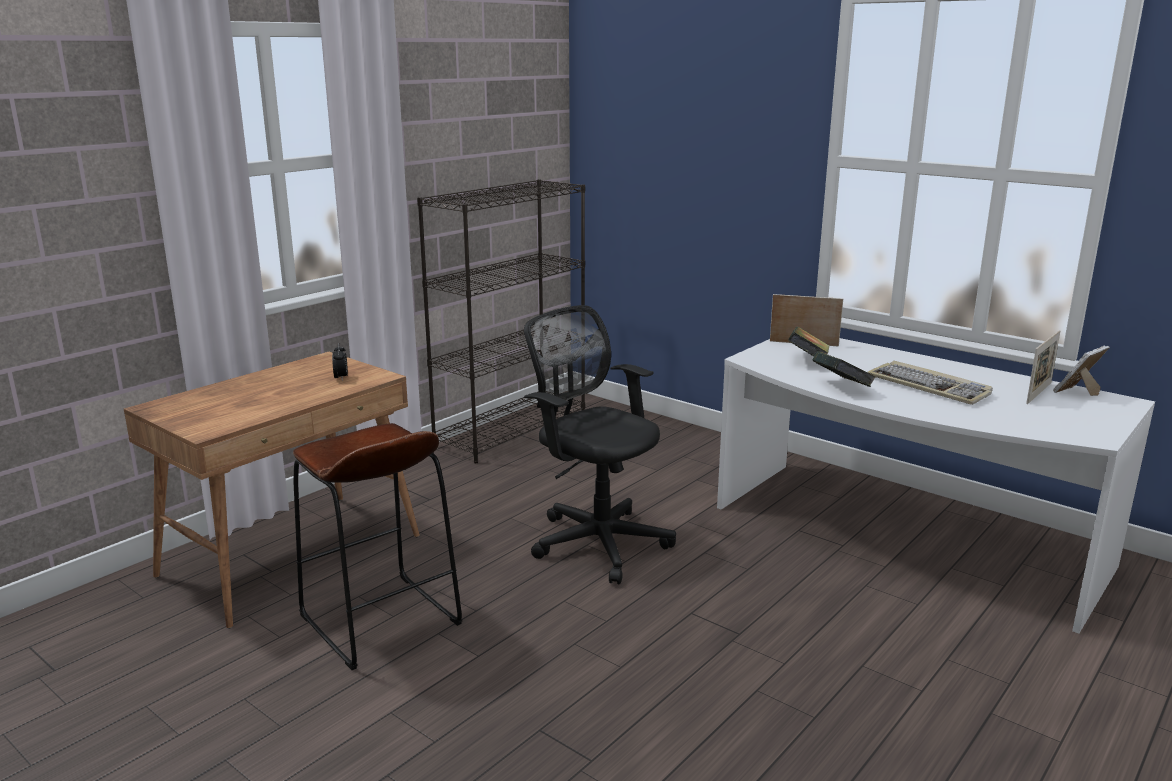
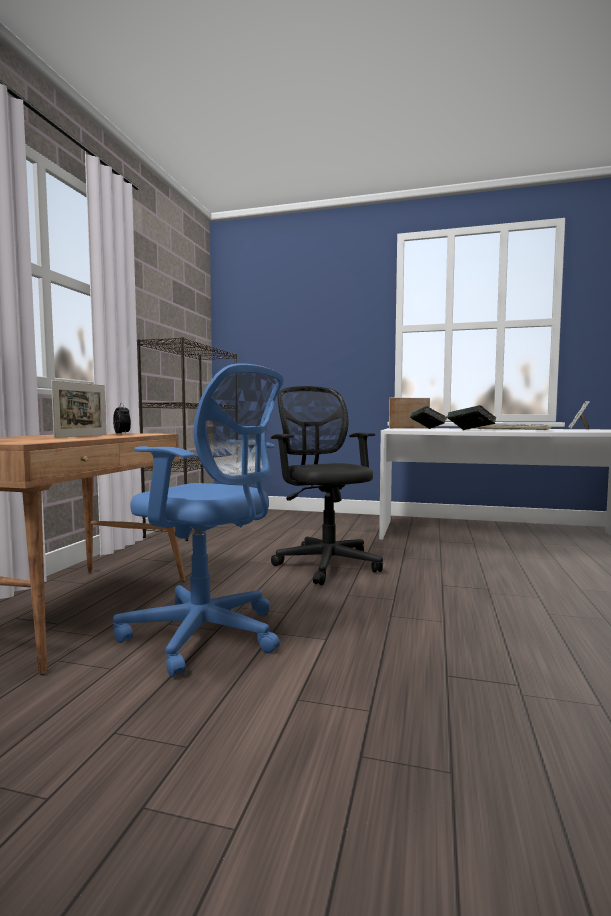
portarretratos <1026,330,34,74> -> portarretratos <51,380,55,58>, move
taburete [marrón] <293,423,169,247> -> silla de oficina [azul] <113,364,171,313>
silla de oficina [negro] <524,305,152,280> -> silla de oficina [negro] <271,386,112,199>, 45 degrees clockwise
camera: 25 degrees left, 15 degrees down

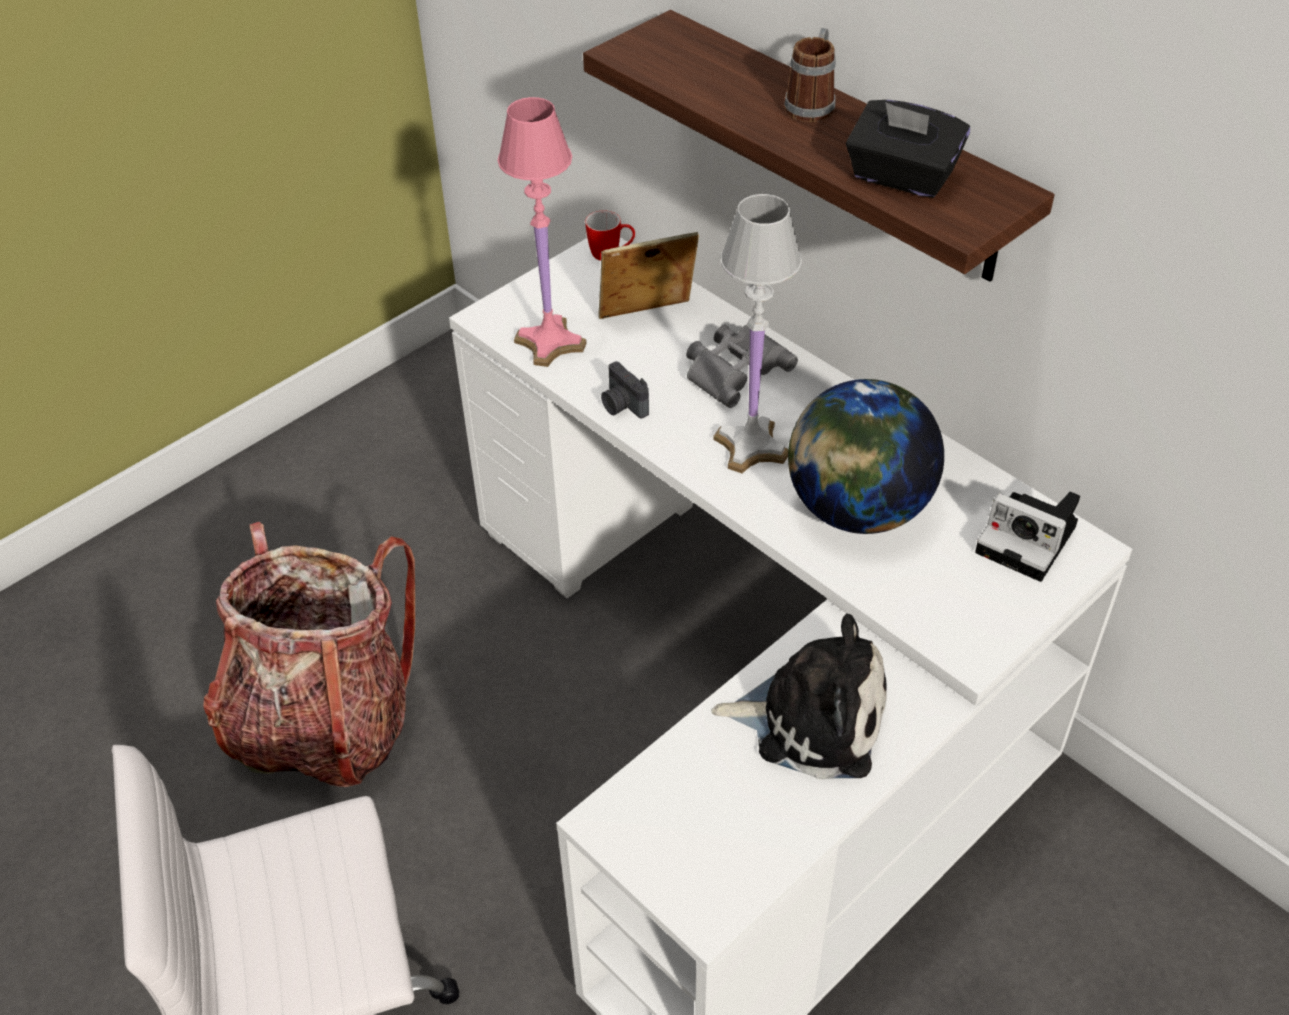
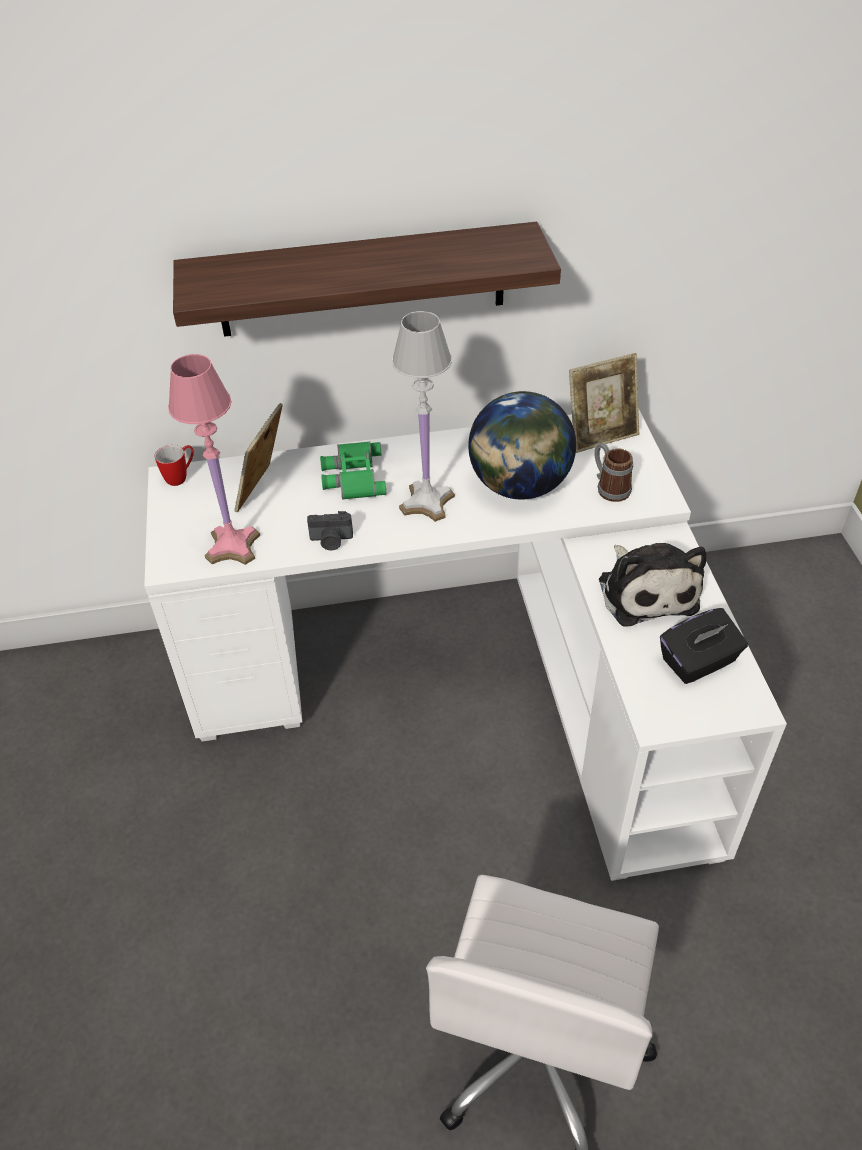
mochila <203,522,212,265> -> none
taza grande <784,28,52,94> -> taza grande <594,443,39,59>, move
caja de pañuelos [negro] <846,100,124,98> -> caja de pañuelos [negro] <660,608,88,76>, move
cámara <975,492,105,90> -> portarretratos <569,353,70,100>
prismáticos [gris] <686,325,112,83> -> prismáticos [verde] <320,441,66,59>
peluche <711,613,176,166> -> peluche <599,543,107,84>, 120 degrees clockwise
camera: 55 degrees left, 0 degrees up

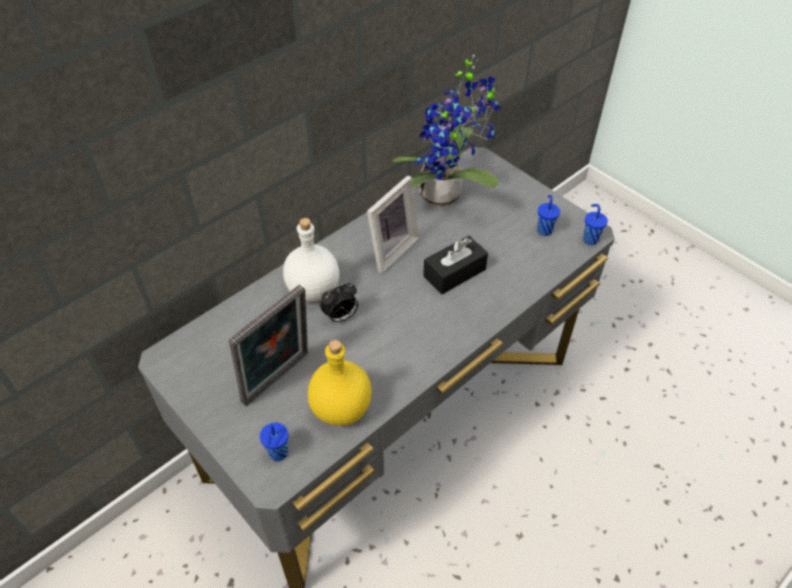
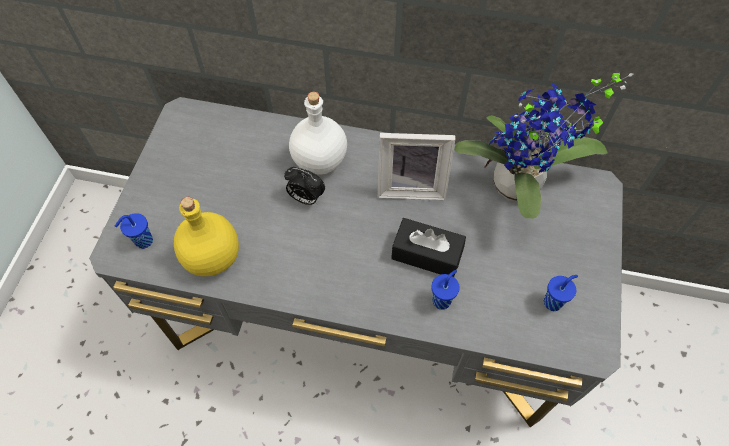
portarretratos <229,285,79,121> -> none
taza [azul] <583,204,25,41> -> taza [azul] <431,270,29,40>, move
camera: 55 degrees right, 10 degrees up

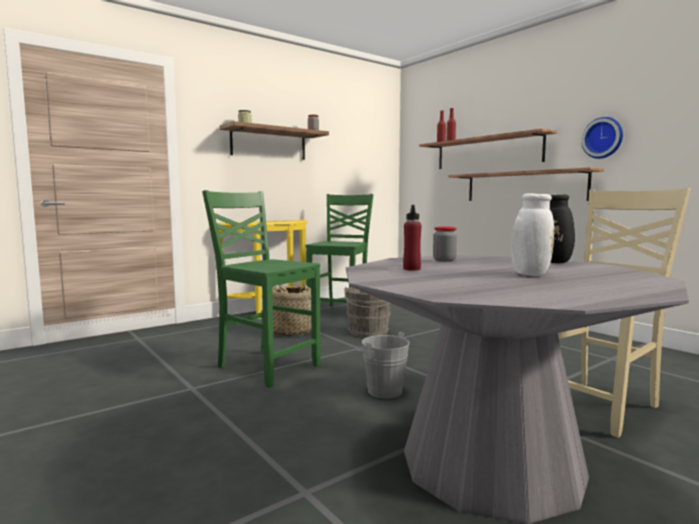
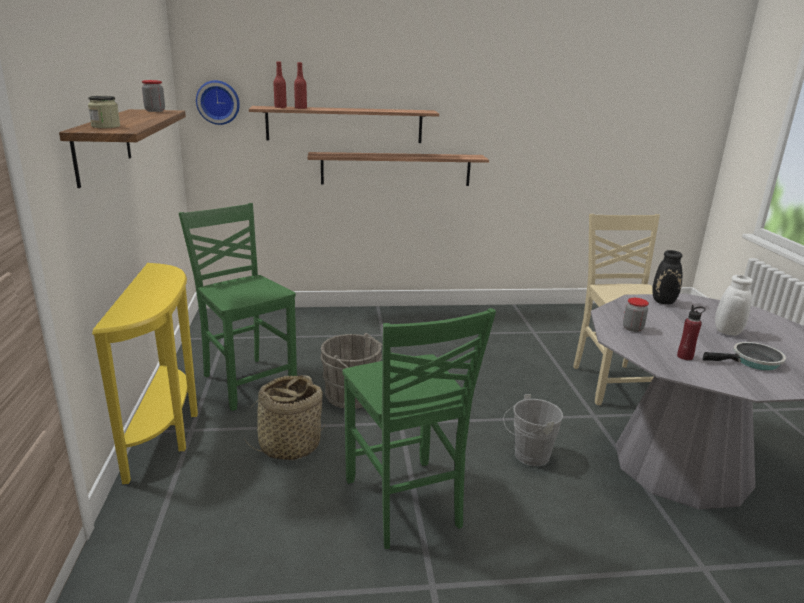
none -> sartén <702,342,84,28>
reloj de pared <581,117,42,42> -> reloj de pared <196,80,44,45>, move
silla [verde] <202,190,119,198> -> silla [verde] <342,308,154,241>, 90 degrees counterclockwise
camera: 60 degrees left, 15 degrees up

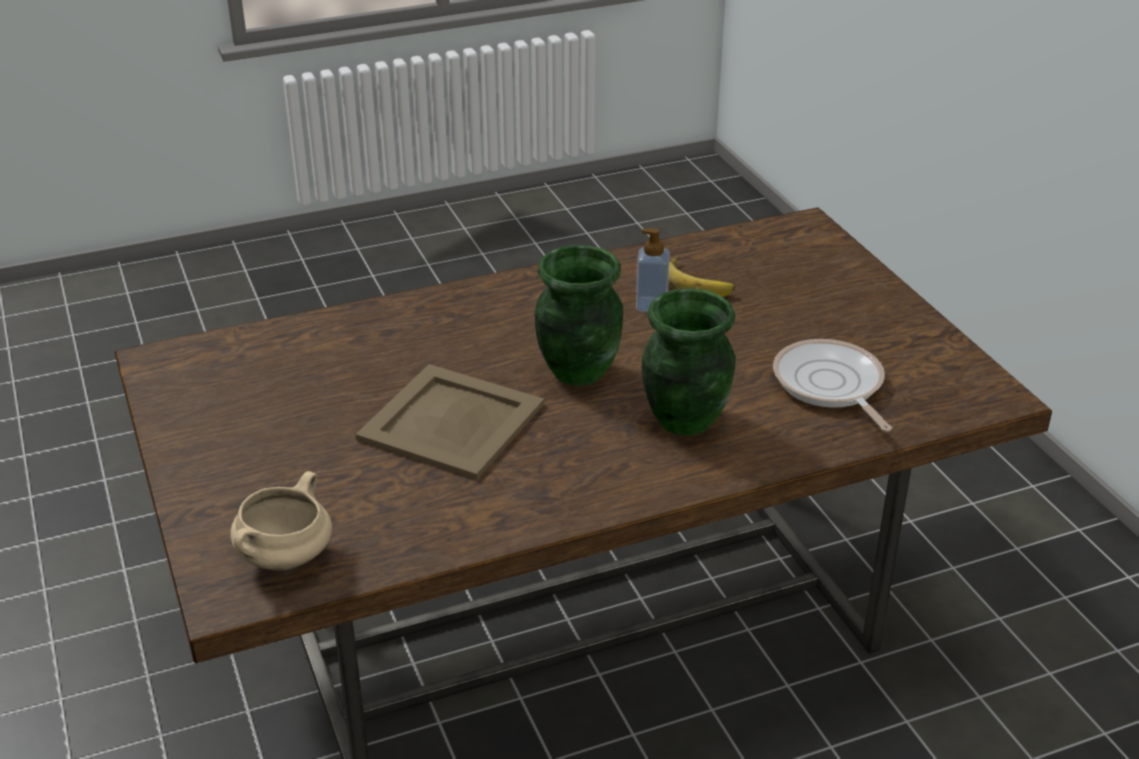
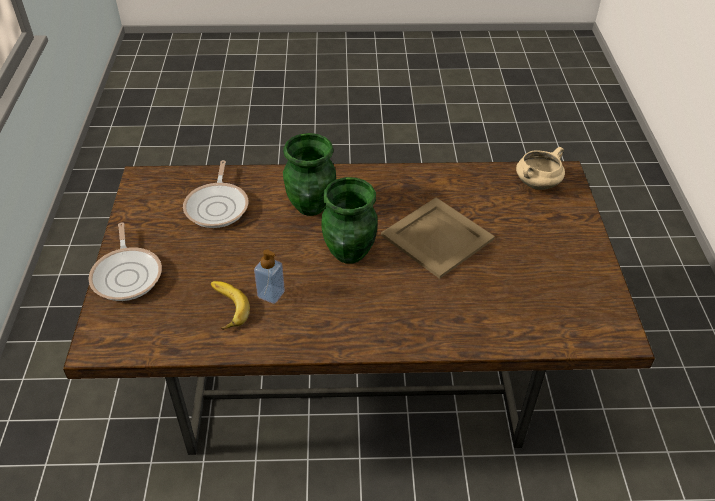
none -> sartén <88,223,74,78>
camera: 160 degrees left, 10 degrees up

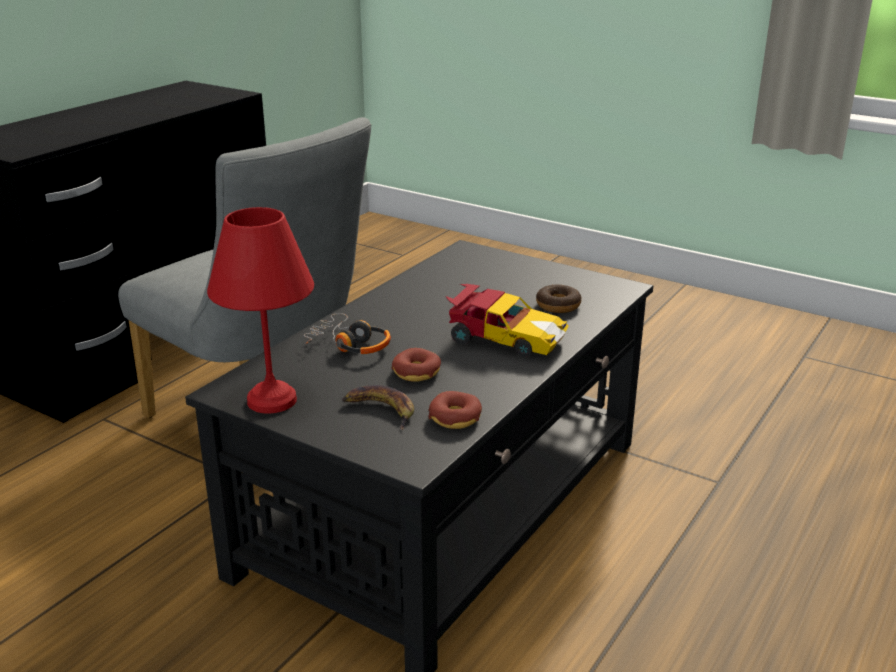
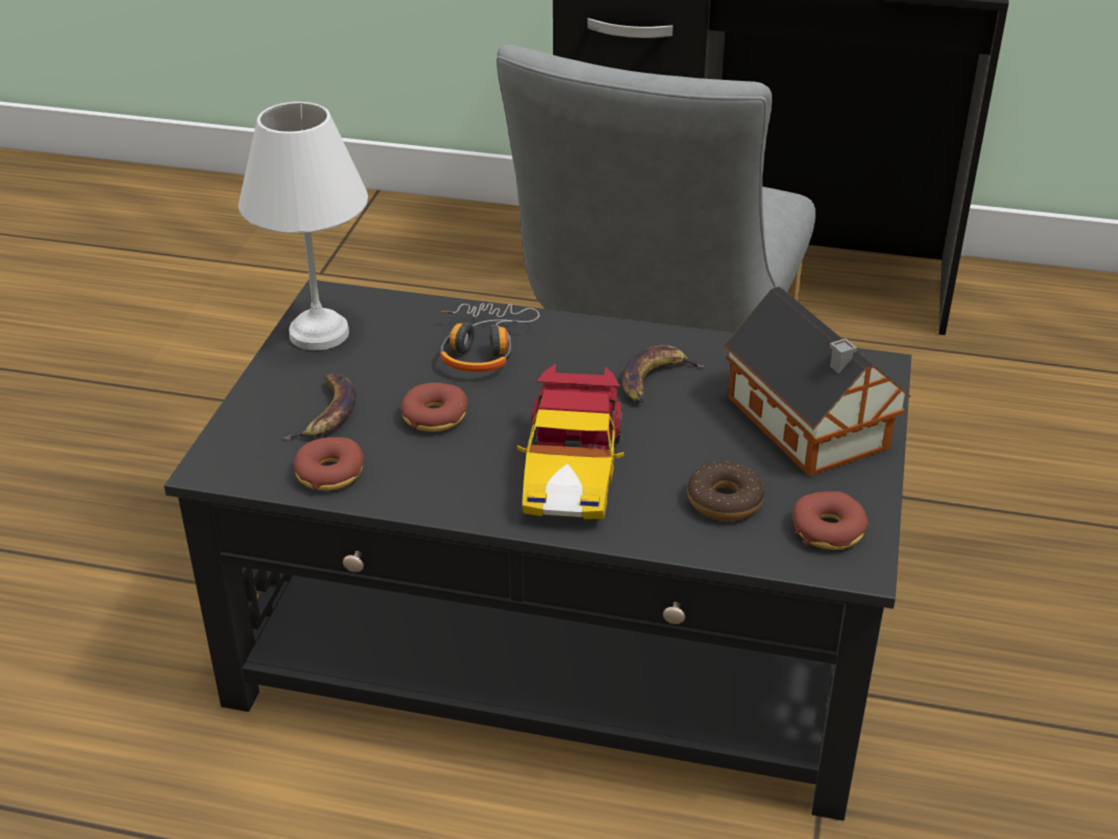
none -> plátano <623,345,82,58>
none -> casita <724,286,187,190>
none -> rosquilla <792,491,77,59>
lámpara de mesa [rojo] <207,207,107,207> -> lámpara de mesa [blanco] <238,102,130,248>
camera: 70 degrees right, 10 degrees up

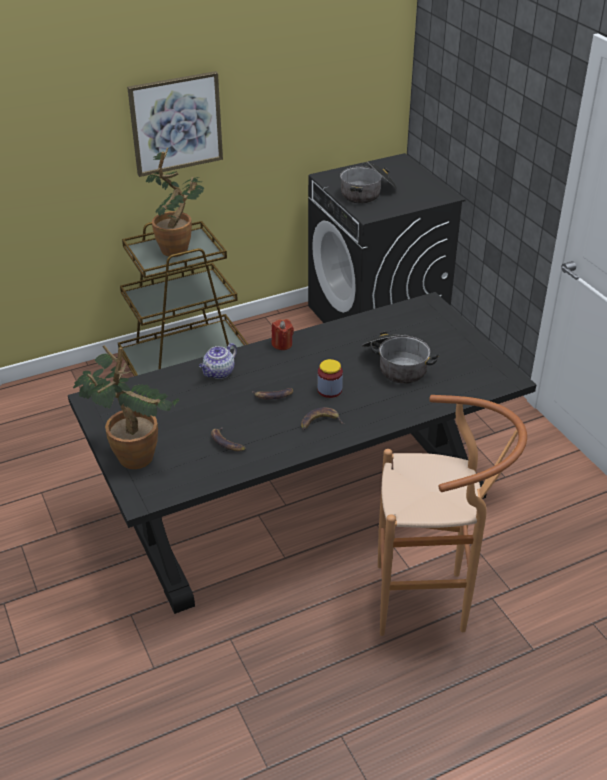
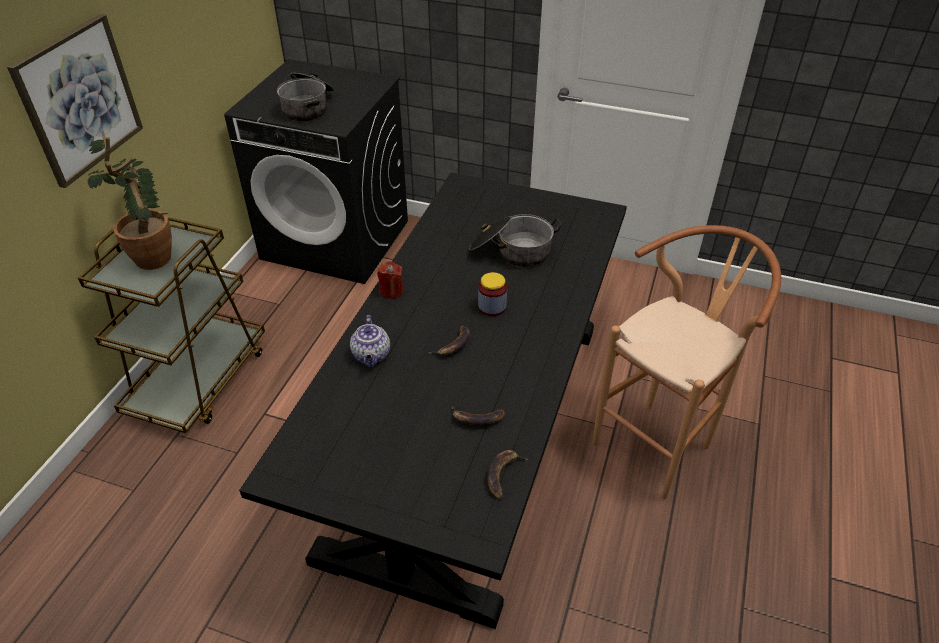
planta en maceta <73,345,106,124> -> none
plátano <301,407,43,23> -> plátano <487,450,42,49>, move
camera: 45 degrees left, 5 degrees up

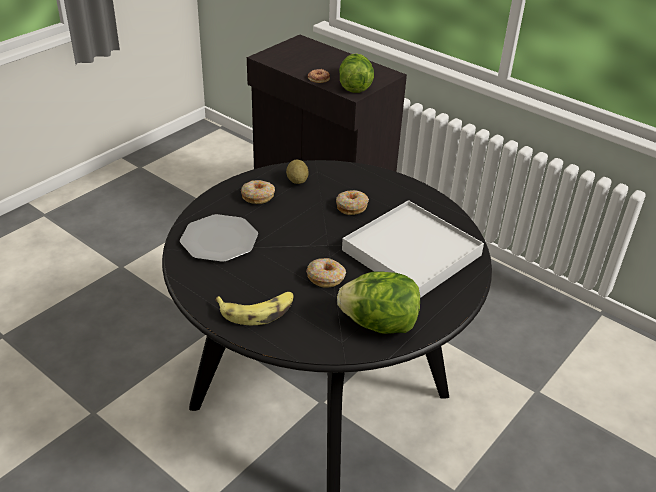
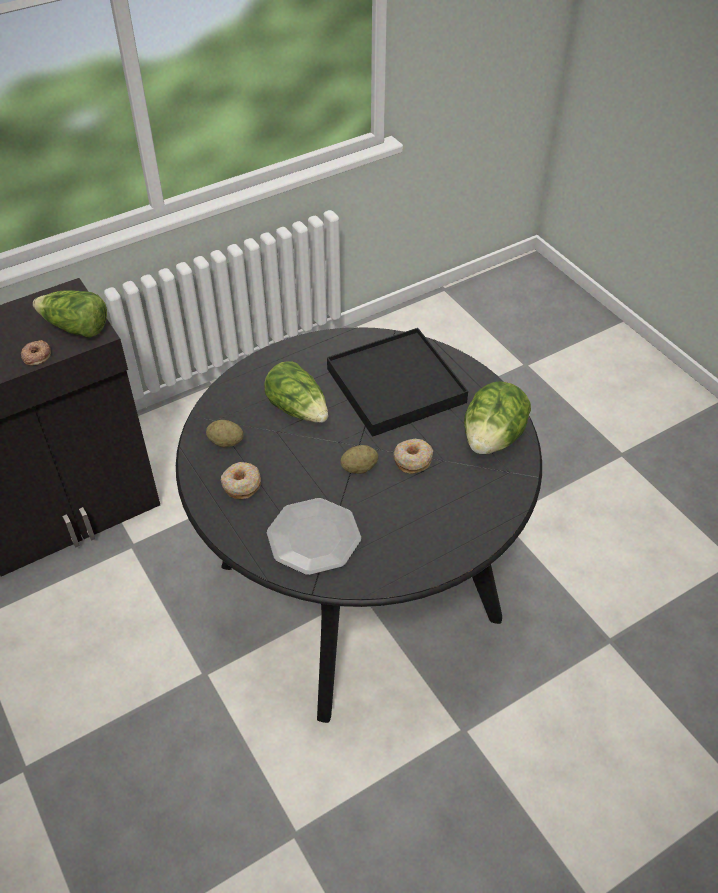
plátano <215,292,79,33> -> none
none -> patata <341,445,37,29>
rosquilla <336,190,33,25> -> lechuga <264,361,64,62>
bandeja [blanco] <342,200,142,98> -> bandeja [negro] <327,328,141,109>
camera: 70 degrees left, 10 degrees up

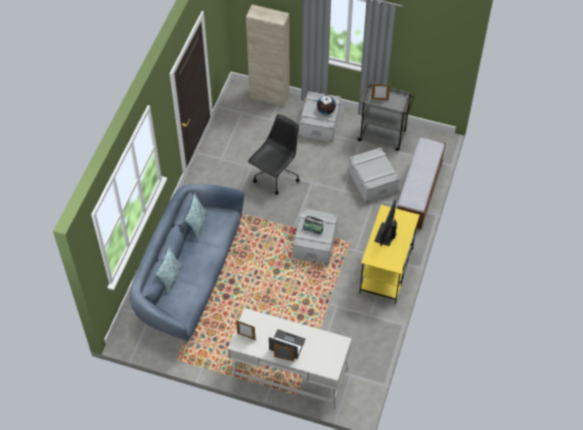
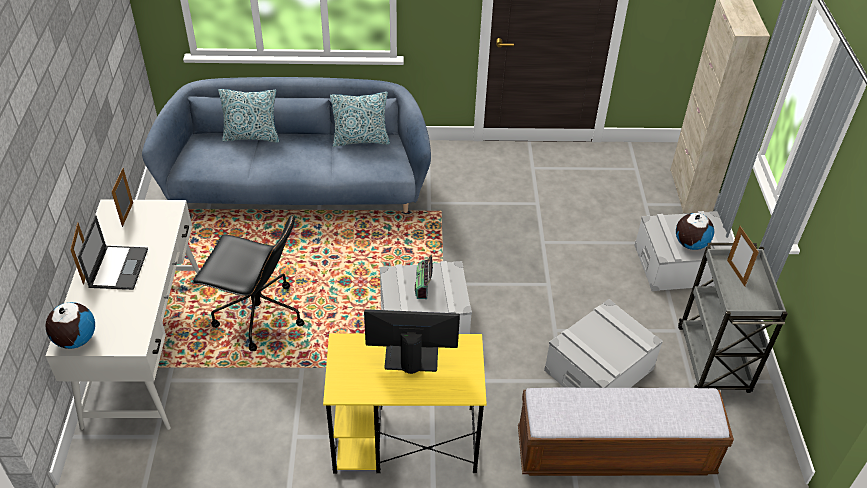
none -> globo terráqueo <46,302,49,47>
silla de oficina [negro] <248,115,52,80> -> silla de oficina [negro] <192,215,112,136>, move
camera: 70 degrees right, 10 degrees down

